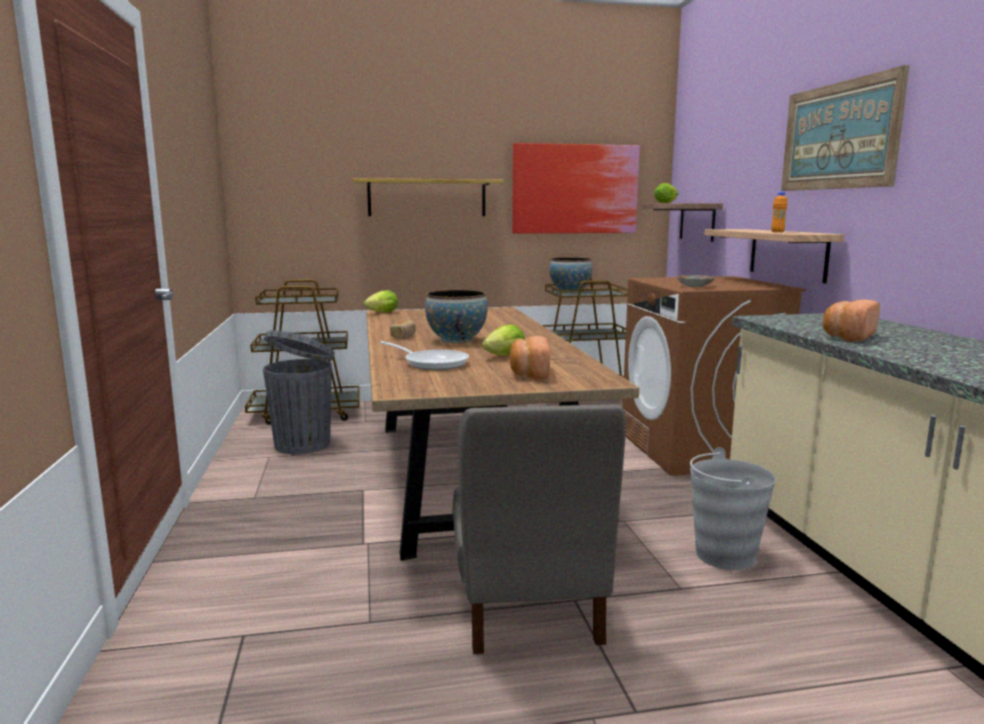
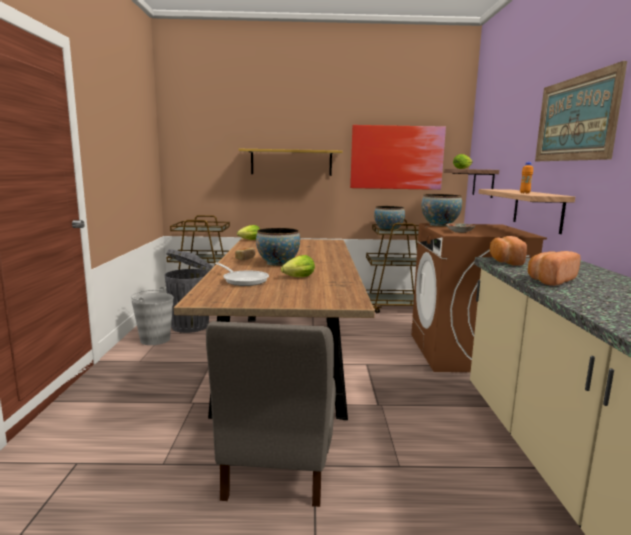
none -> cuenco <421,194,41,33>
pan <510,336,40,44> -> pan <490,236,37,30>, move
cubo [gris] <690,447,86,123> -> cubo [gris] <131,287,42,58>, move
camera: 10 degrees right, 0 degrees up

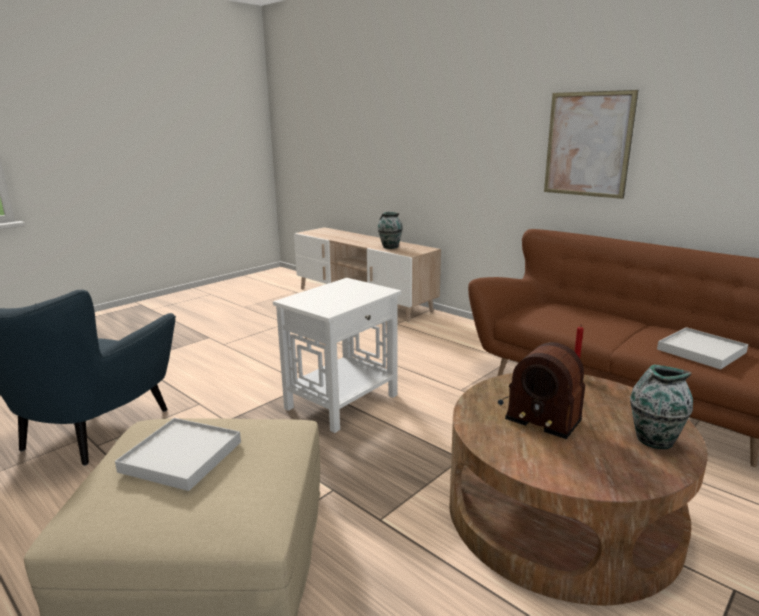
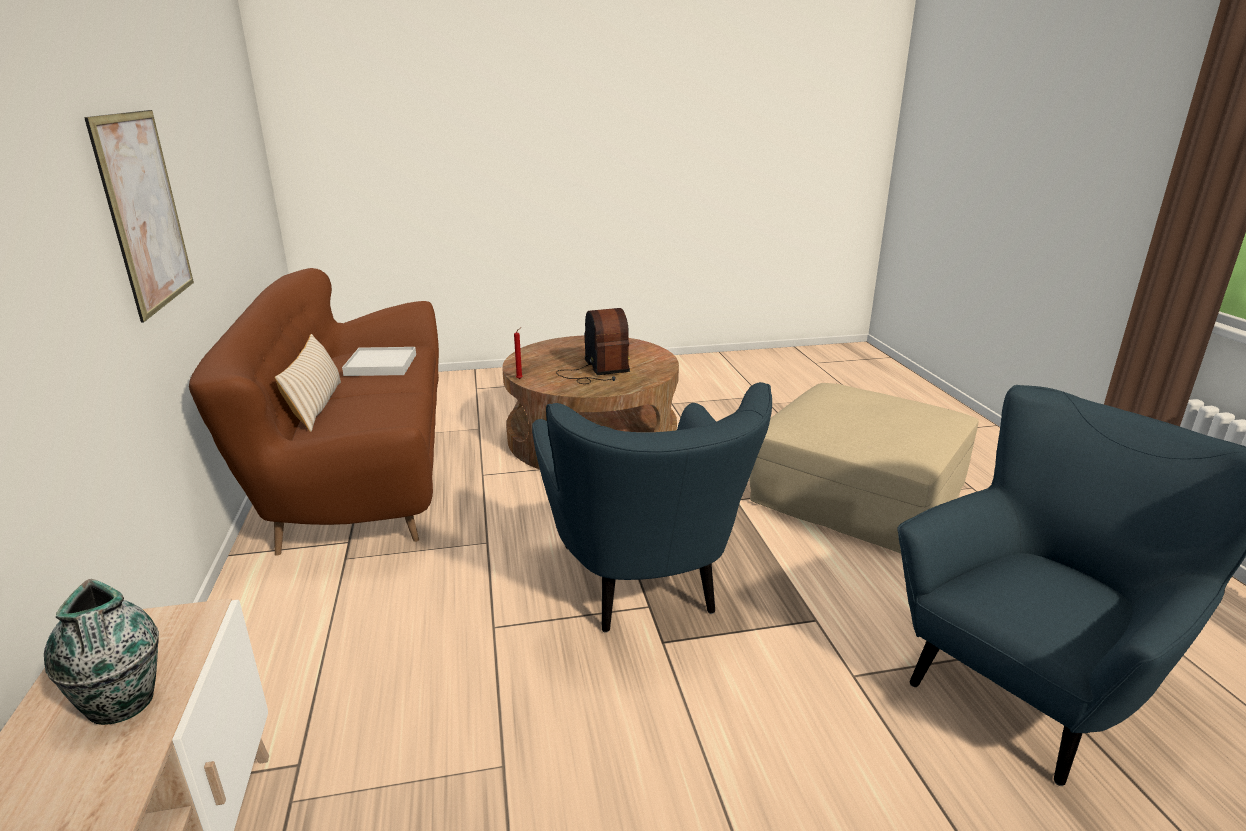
bandeja [blanco] <115,418,126,73> -> none
florero <630,365,63,84> -> none
none -> cojín [beis] <275,334,66,98>
mesa auxiliar [blanco] <273,278,129,155> -> sillón [azul] <532,382,240,251>
camera: 145 degrees left, 5 degrees up

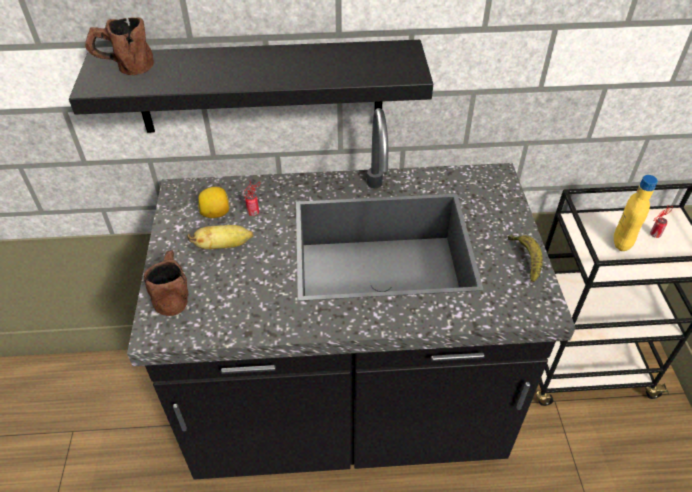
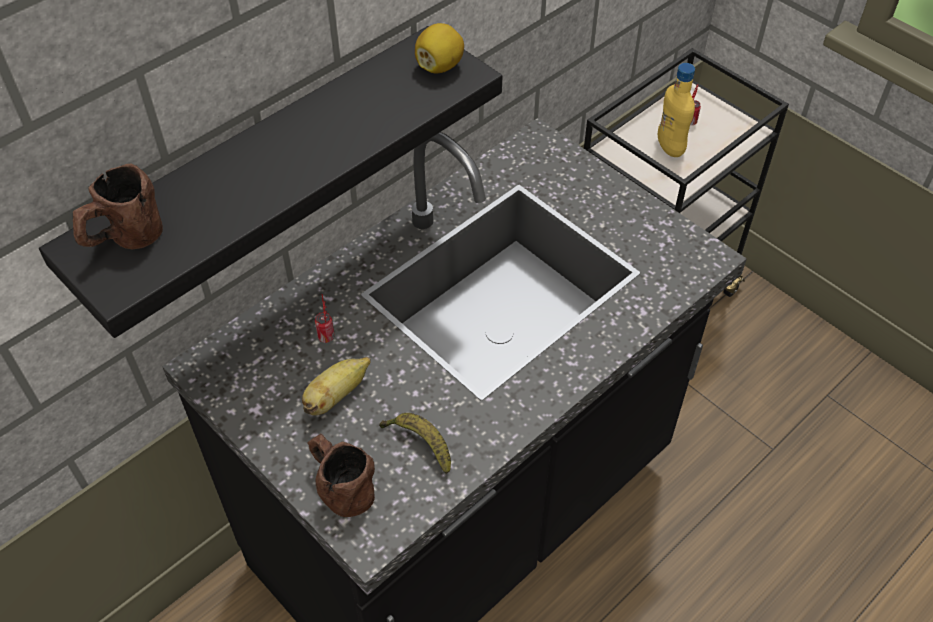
limón <198,187,31,31> -> limón <415,23,49,50>, move
plátano <508,235,35,47> -> plátano <379,413,72,61>, move
camera: 40 degrees left, 5 degrees up

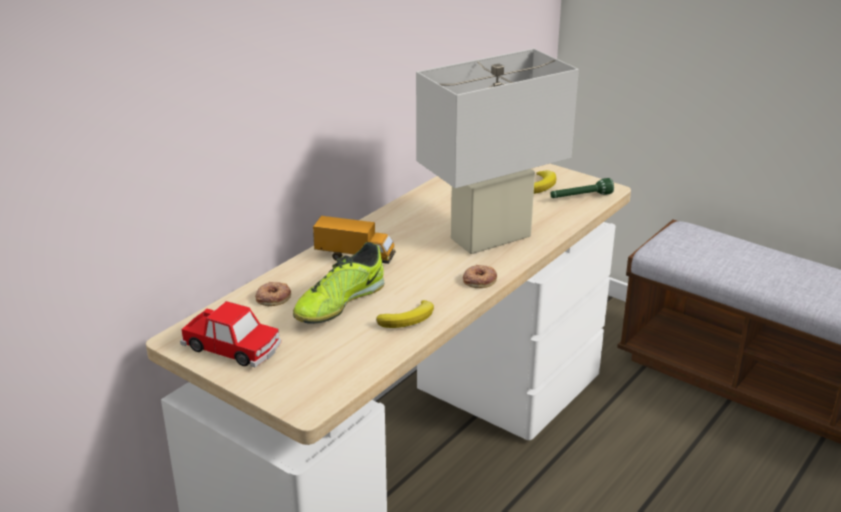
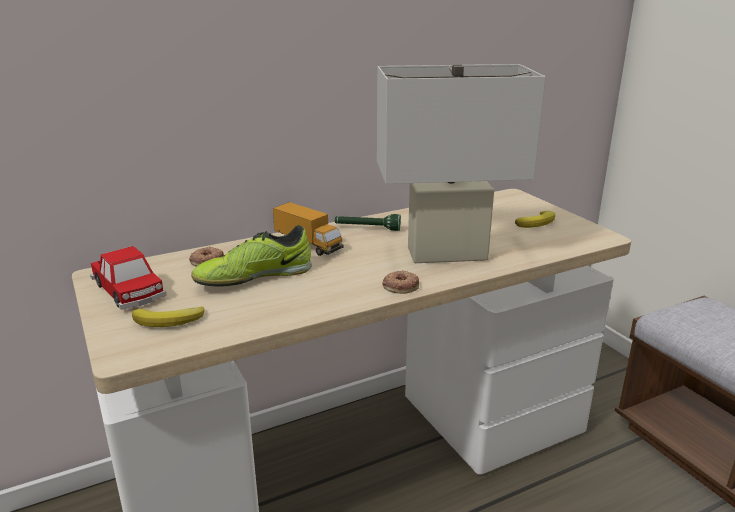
plátano <376,300,58,28> -> plátano <132,306,72,21>, move
linterna [verde] <550,178,64,20> -> linterna [verde] <335,214,66,17>, move
camera: 25 degrees right, 5 degrees down

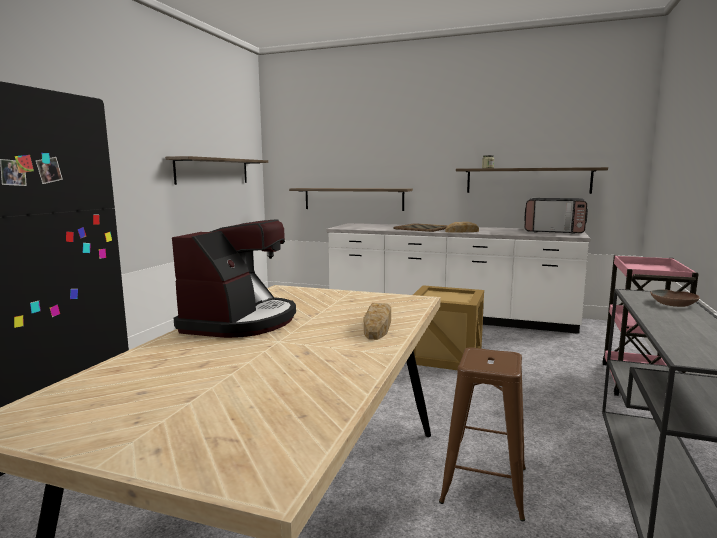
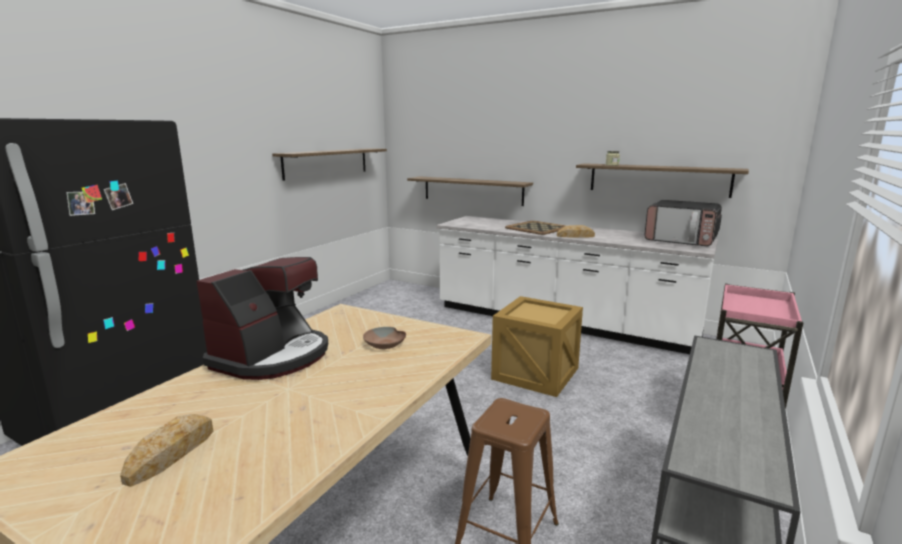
pan <364,303,27,37> -> pan <120,414,93,73>, move
cuenco [marrón] <650,289,50,18> -> cuenco [marrón] <363,327,43,22>, move
camera: 10 degrees right, 5 degrees up

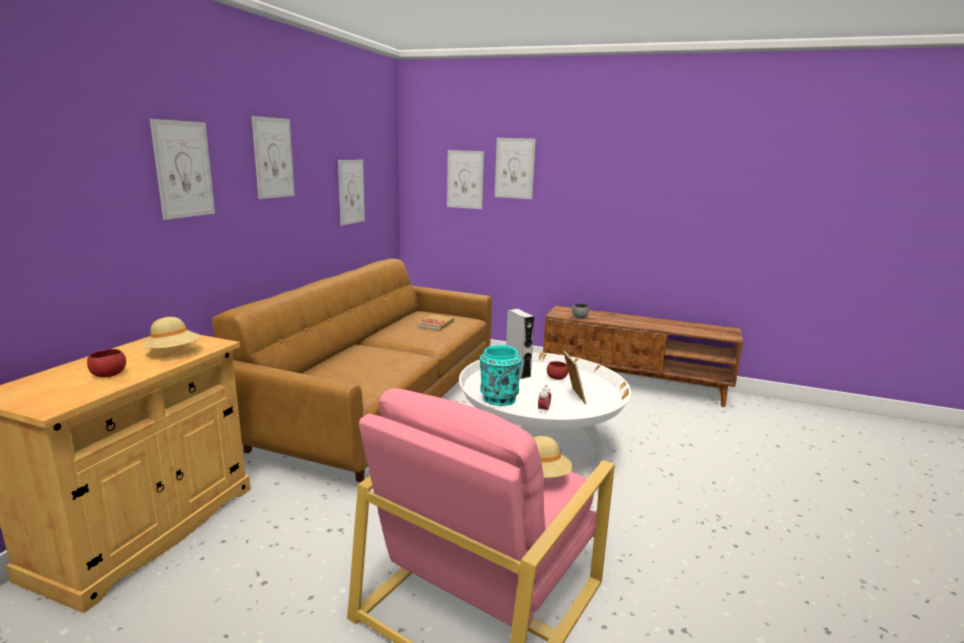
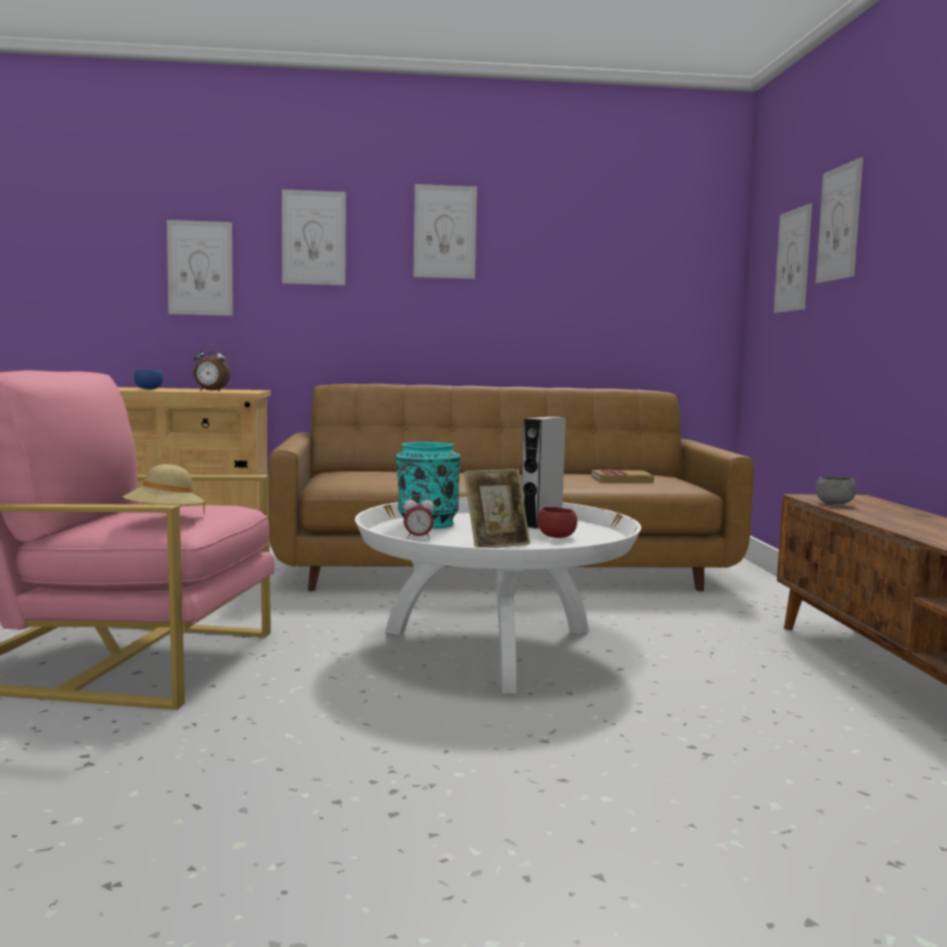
cuadro <338,160,27,66> -> cuadro <167,220,66,96>, move
sombrero [beis] <141,317,60,32> -> despertador <193,343,37,48>
cuenco [rojo] <87,349,39,28> -> cuenco [azul] <134,369,29,20>
camera: 65 degrees right, 10 degrees down

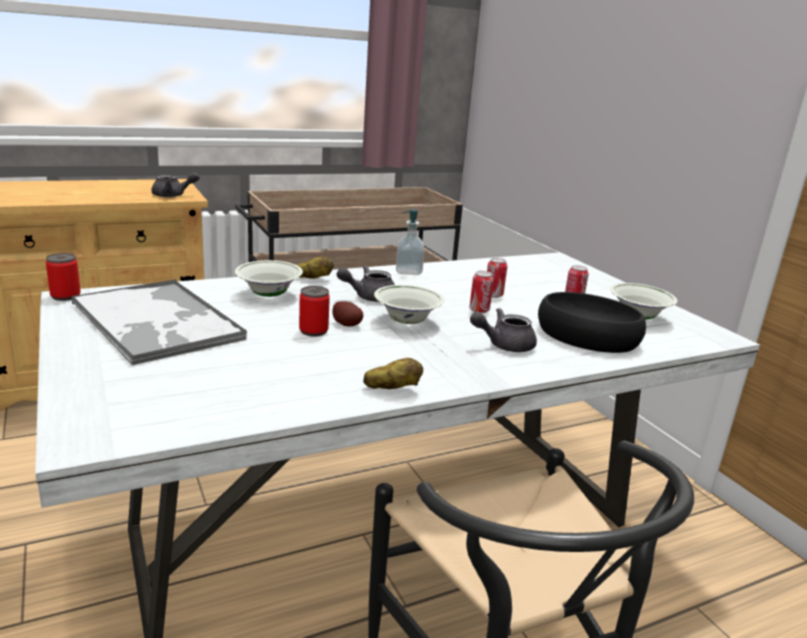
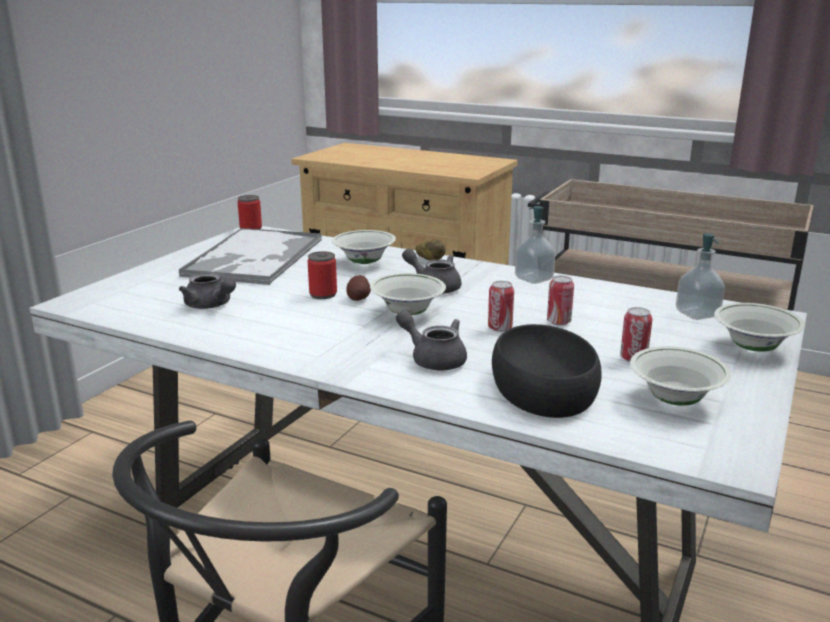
patata <363,358,60,31> -> none
none -> dispensador de jabón <676,233,49,87>
none -> cuenco [blanco] <714,303,91,49>
tetera [gris] <152,172,48,25> -> tetera [gris] <179,273,57,36>, move
camera: 55 degrees right, 0 degrees up

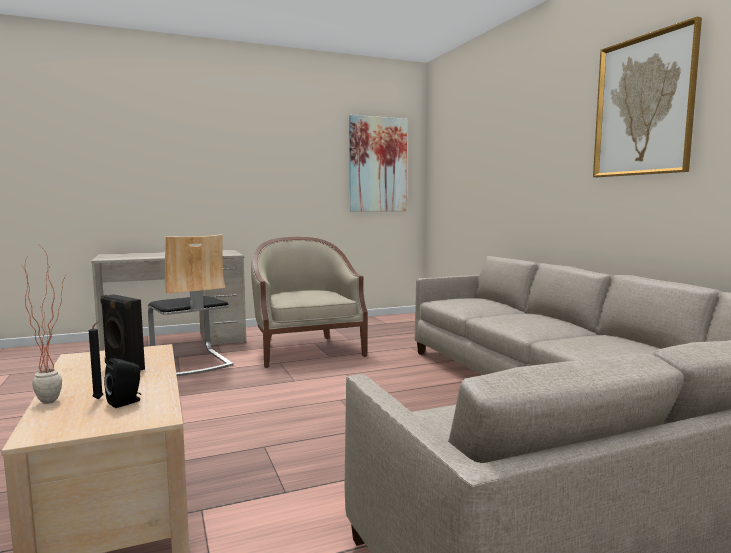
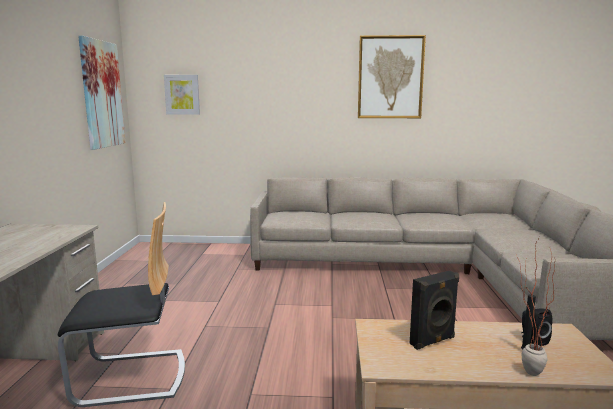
sillón [beis] <251,237,117,131> -> none
none -> cuadro <164,75,36,40>
camera: 65 degrees left, 5 degrees up

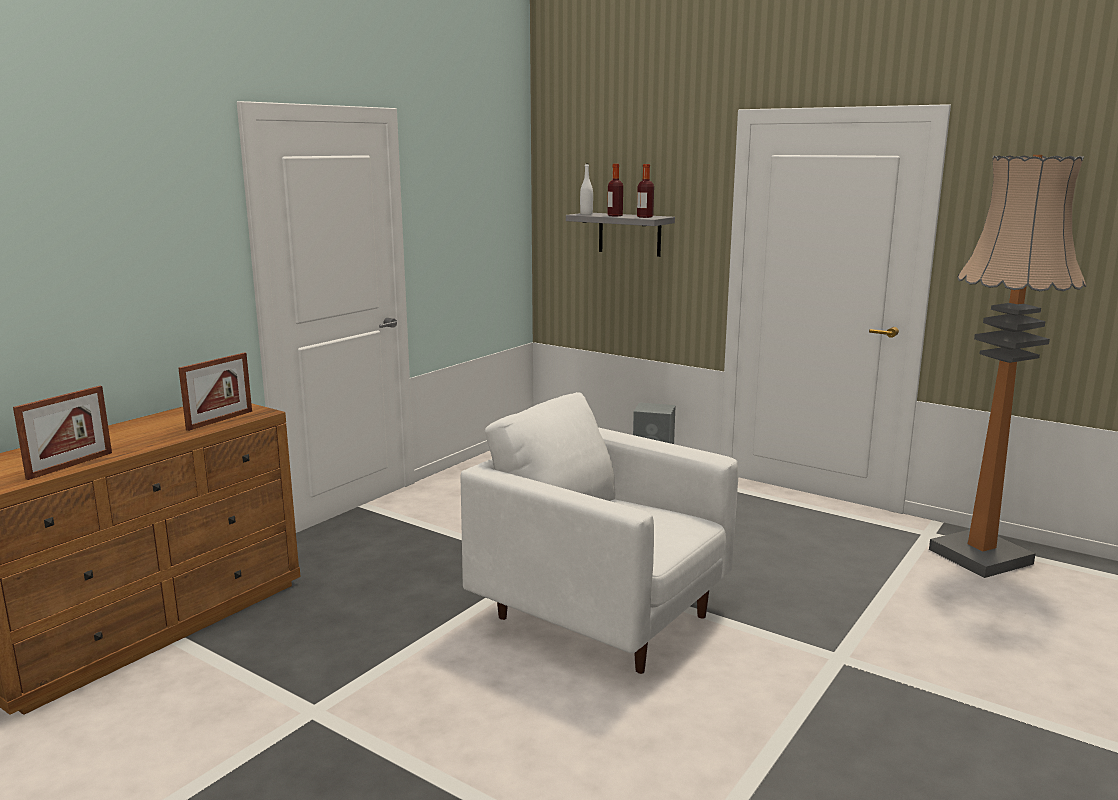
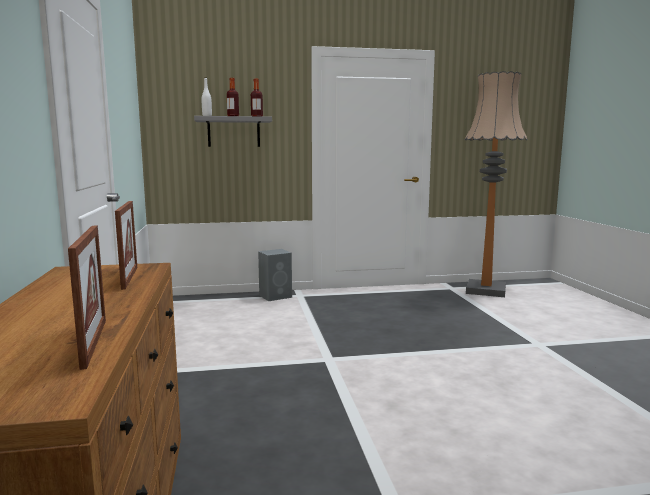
sillón [blanco] <461,392,277,282> -> none
camera: 45 degrees left, 5 degrees down

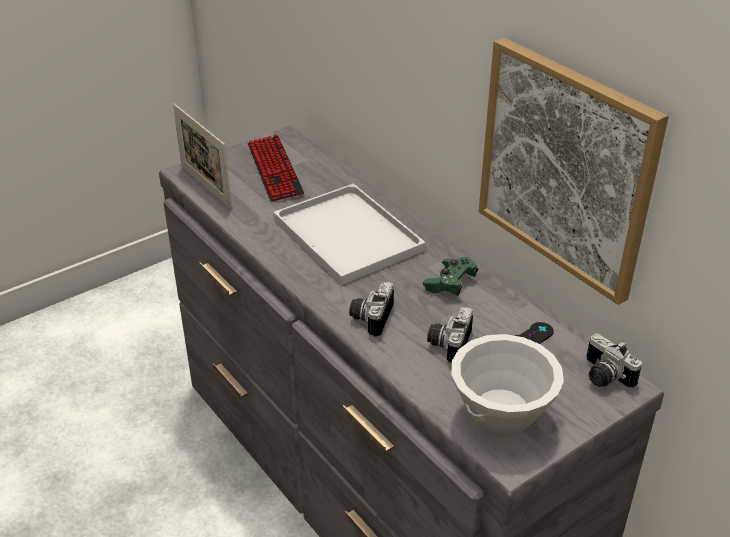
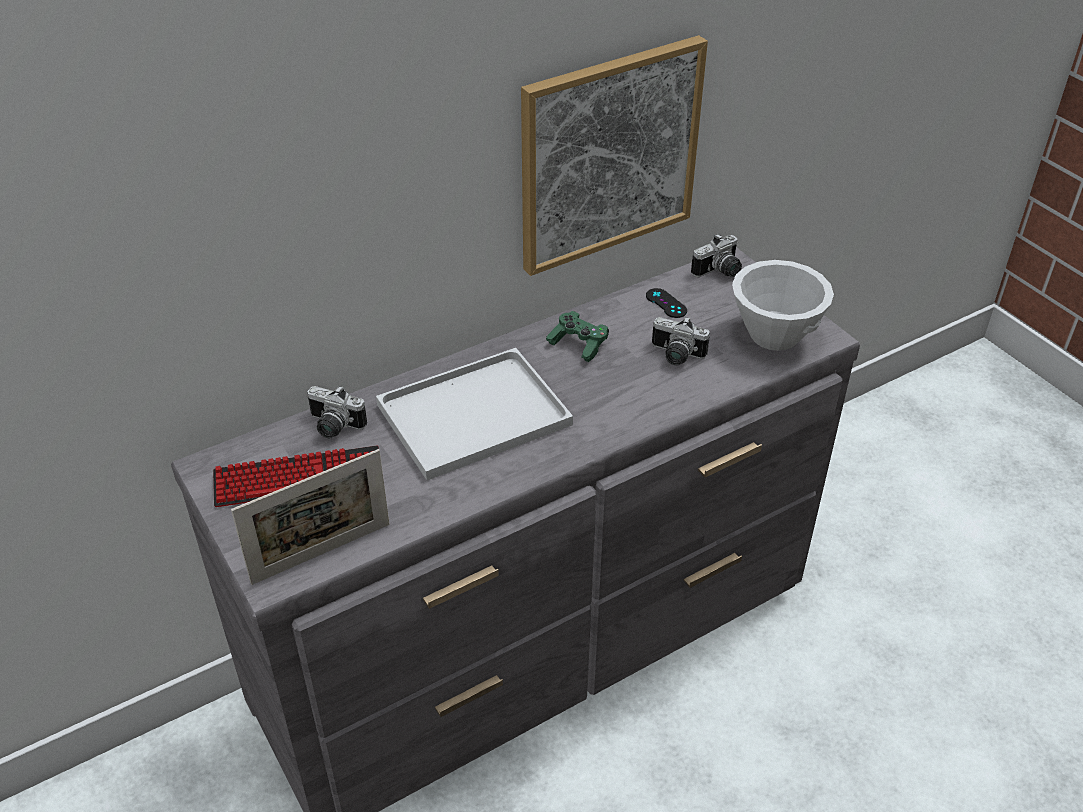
cámara <349,281,45,56> -> cámara <307,386,60,52>, move
camera: 85 degrees left, 5 degrees up

